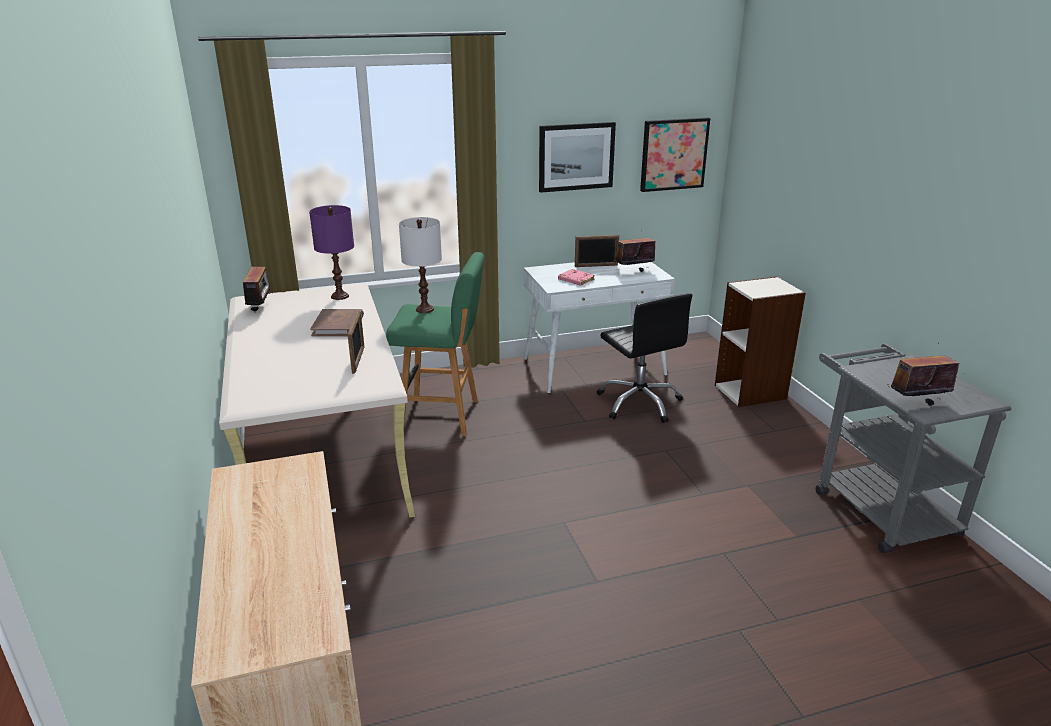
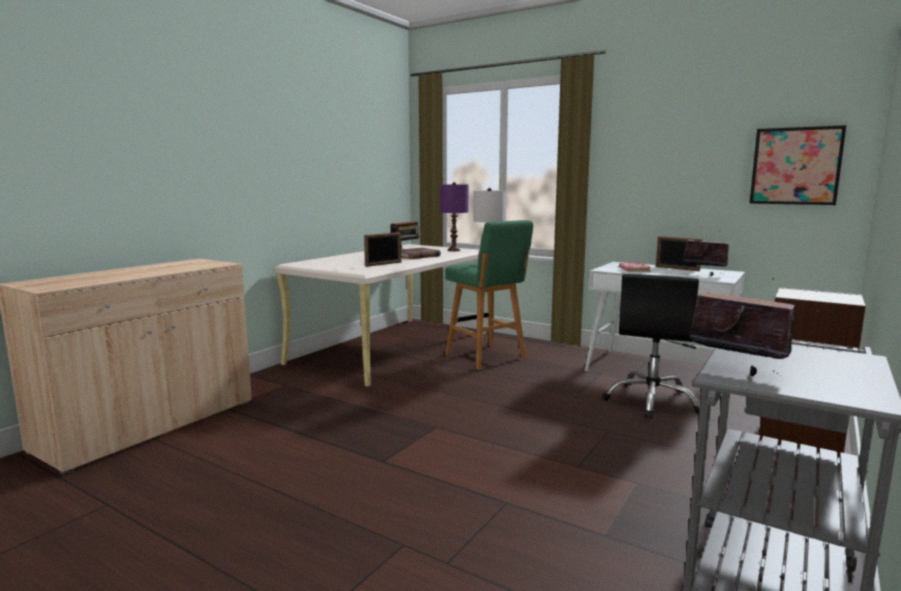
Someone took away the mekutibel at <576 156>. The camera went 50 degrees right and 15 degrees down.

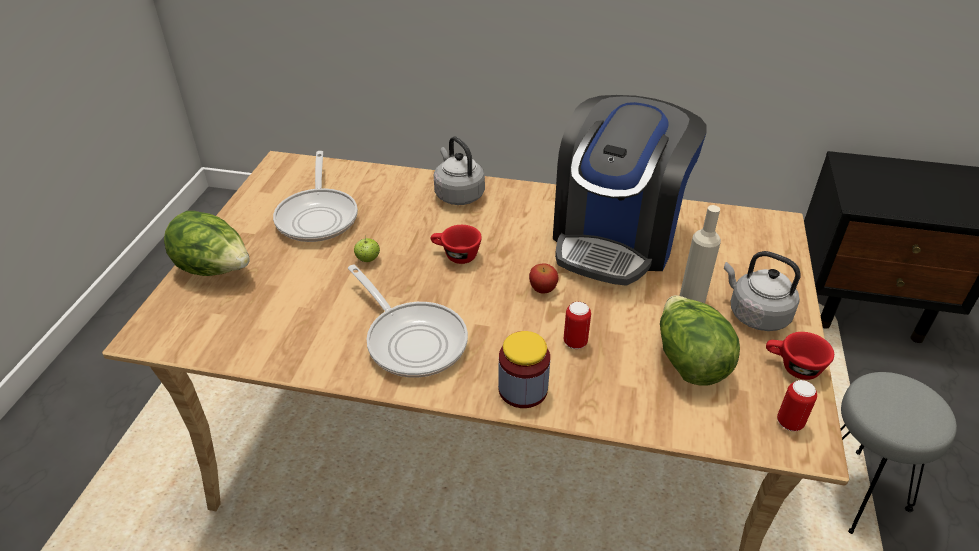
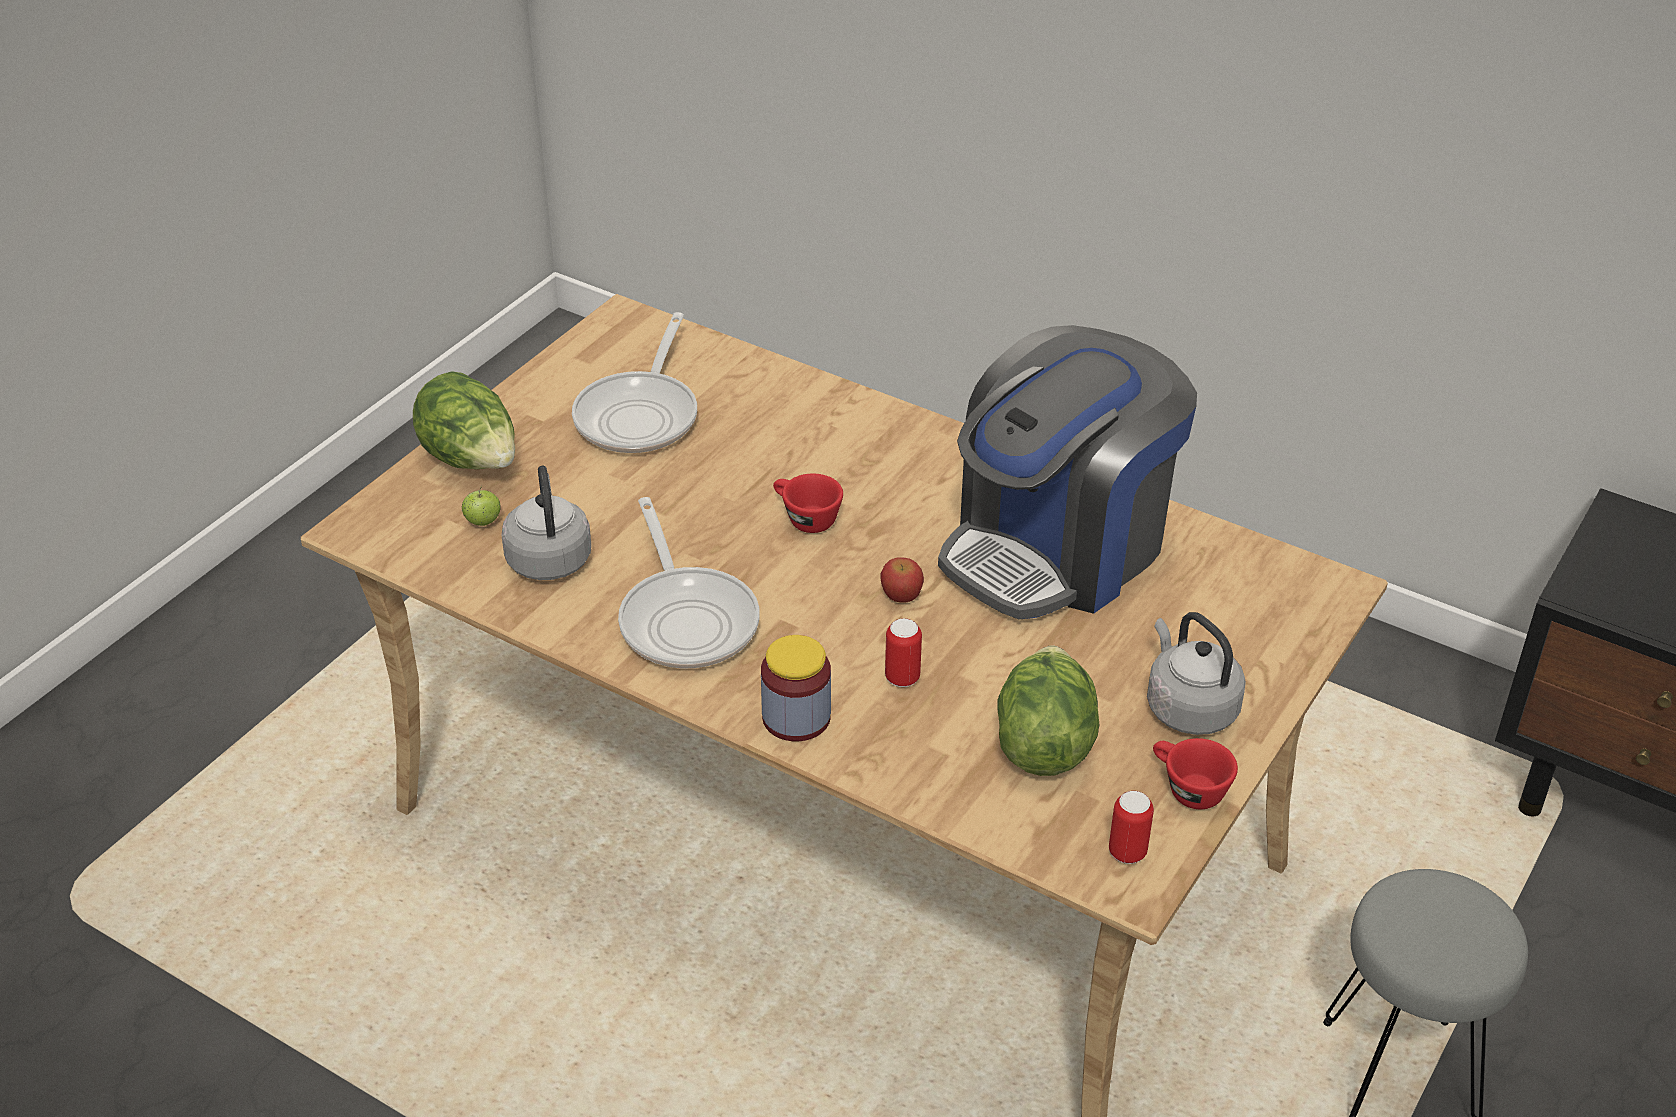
Someone took away the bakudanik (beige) at <692 299>. Someone carried the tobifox from <368 260> to <483 522>. Someone carried the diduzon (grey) from <458 194> to <549 557>. The camera went 20 degrees right and 0 degrees up.

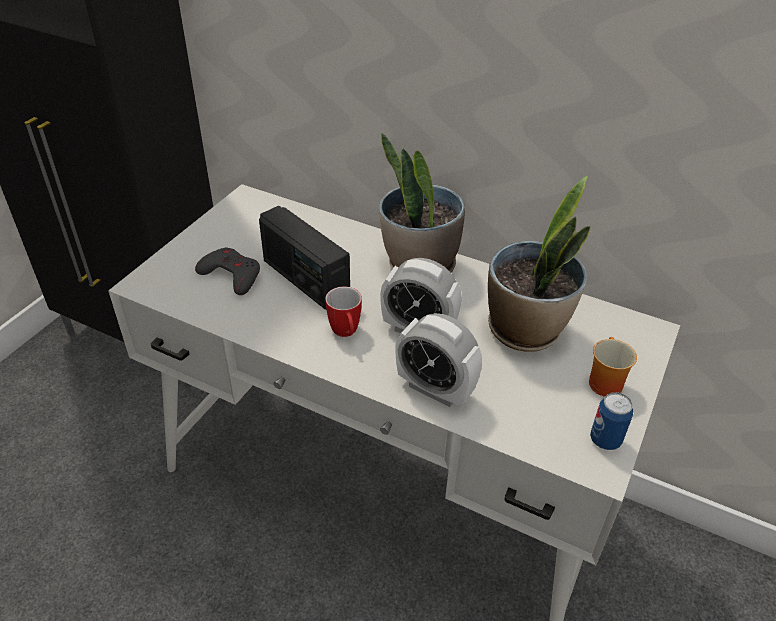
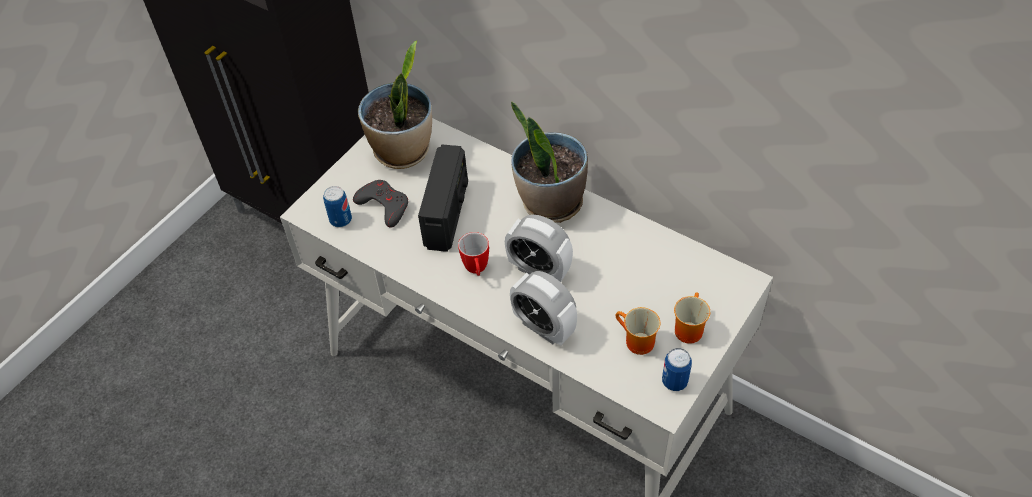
Someone put down the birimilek at <341 220>. Someone put down the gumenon at <635 342>. Someone carried the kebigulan from <525 330> to <403 151>. Someone rotated the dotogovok at <305 280> by 135 degrees counterclockwise. The camera went 10 degrees right and 10 degrees up.

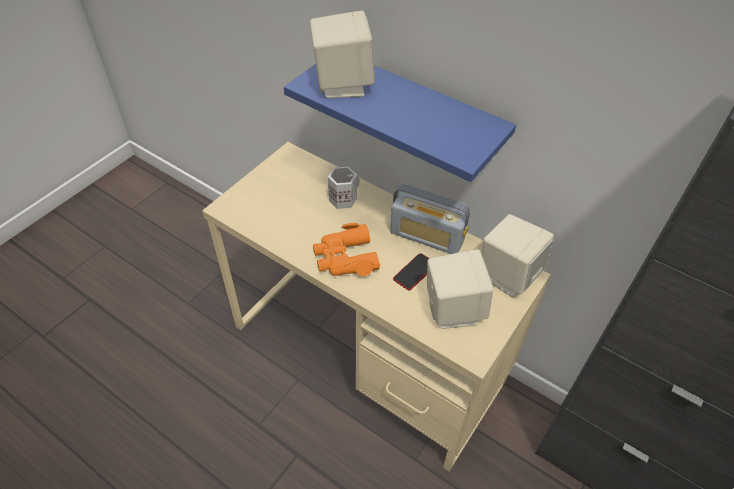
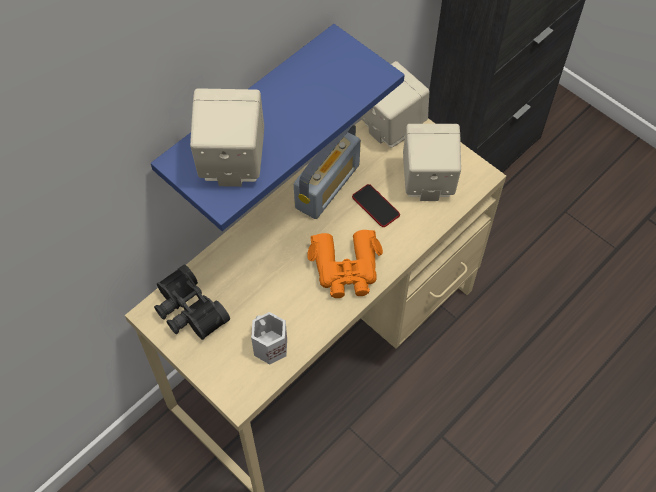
Someone put down the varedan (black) at <187 311>. Someone carried the gumenon (white) from <343 198> to <268 346>. The camera went 80 degrees left and 10 degrees up.

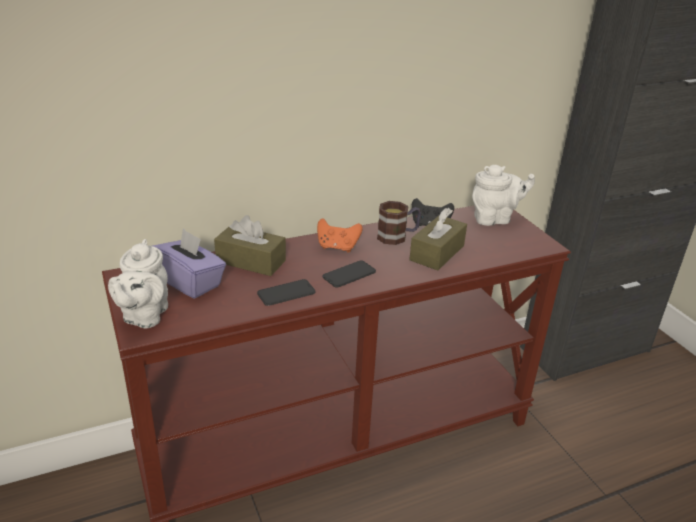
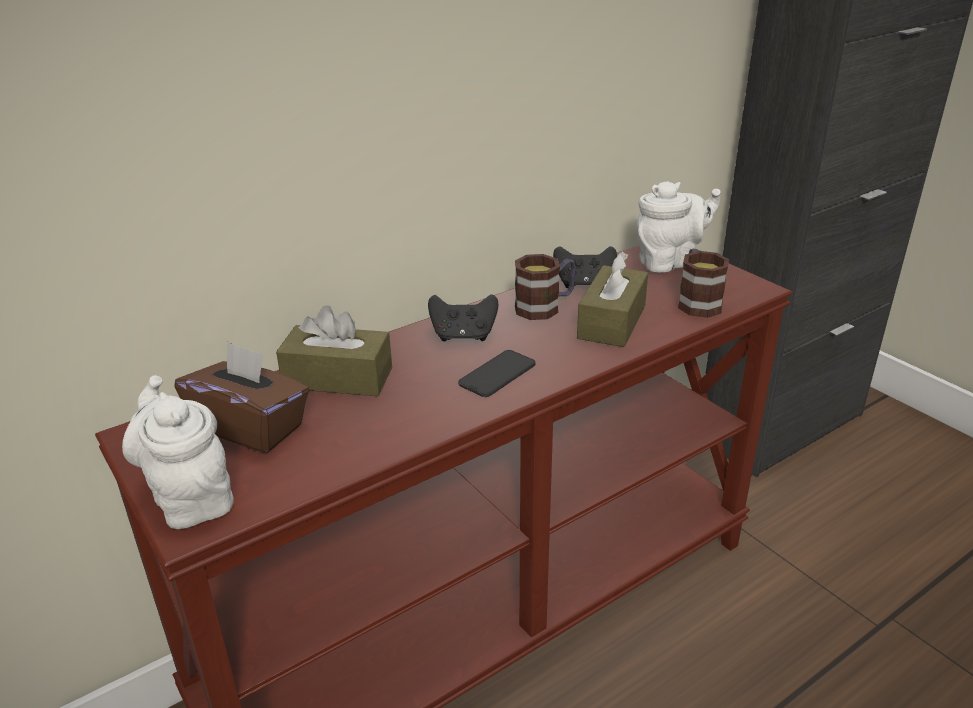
Someone took away the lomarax at <286 293>. Someone put down the gumenon at <696 301>. Someone repainted the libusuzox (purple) at <190 282>, which became the libusuzox (brown) at <251 427>. Someone repainted the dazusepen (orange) at <337 247>, which became the dazusepen (black) at <463 336>. Someone rotated the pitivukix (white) at <144 316> by 150 degrees clockwise. The camera went 10 degrees left and 0 degrees up.

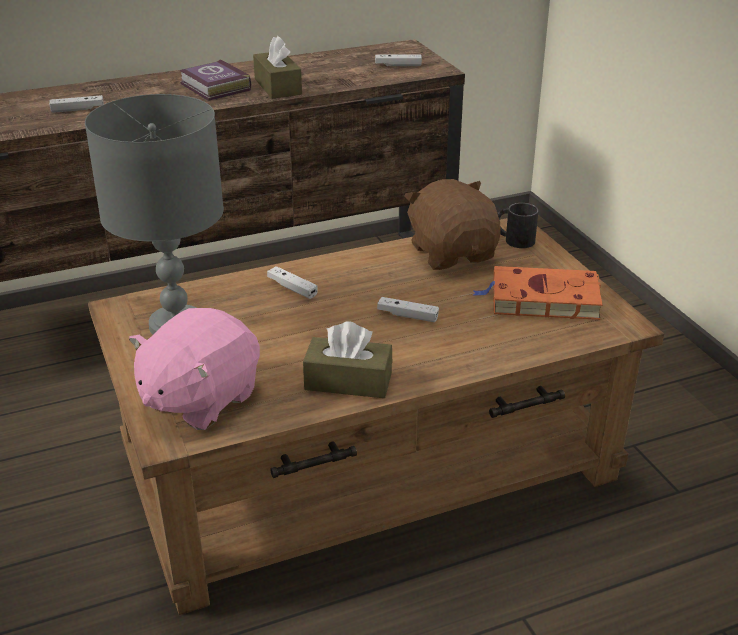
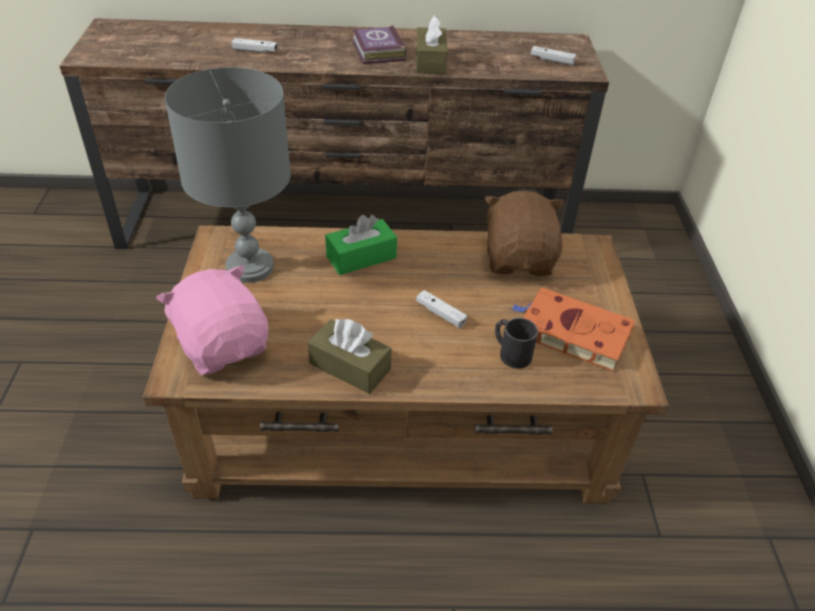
Someone carried the gumenon (black) from <514 239> to <510 352>. Someone swapped the dazusepen (white) at <292 288> for the libusuzox (green) at <361 257>. Someone rotated the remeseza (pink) at <199 399> by 90 degrees clockwise. The camera went 20 degrees right and 10 degrees up.

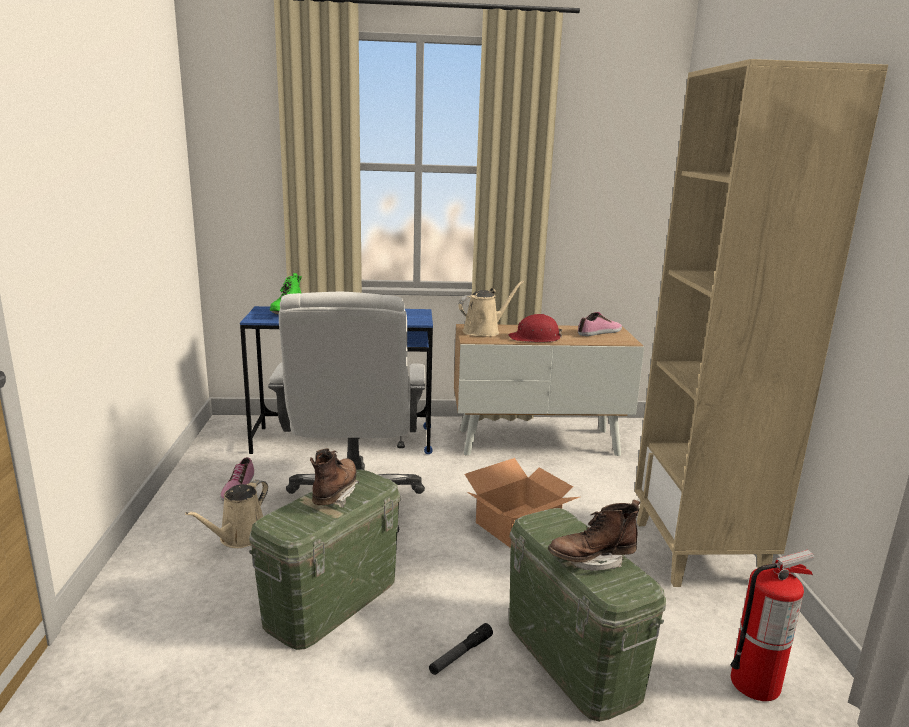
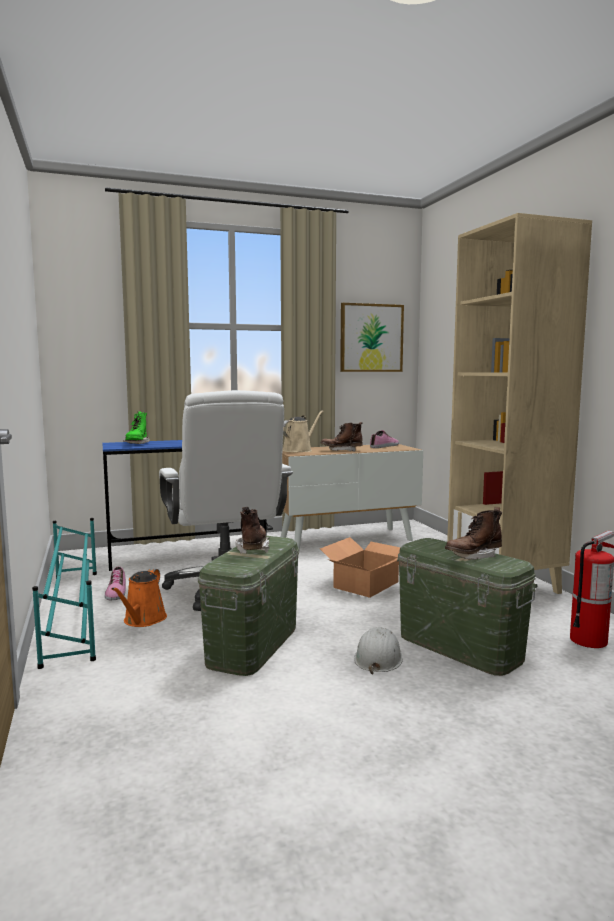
Someone put down the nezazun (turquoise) at <73 611>. Someone put up the mekutibel at <371 338>. Someone swapped the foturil at <461 654> for the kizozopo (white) at <378 658>. Someone swapped the kizozopo (red) at <535 338> for the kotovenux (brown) at <341 451>. Someone repainted the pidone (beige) at <240 538>, which became the pidone (orange) at <143 620>. The camera went 15 degrees left and 10 degrees down.

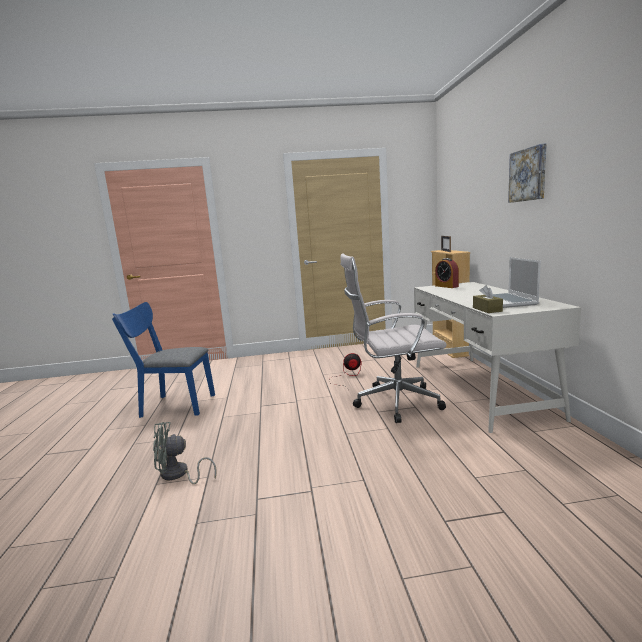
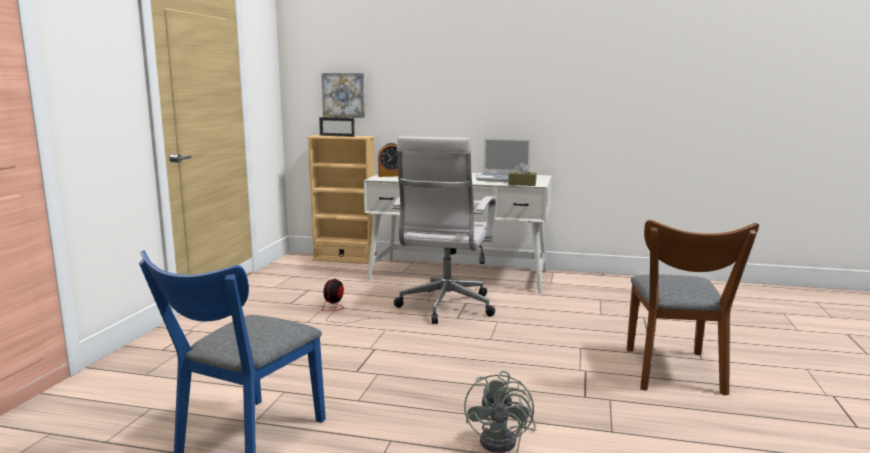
Someone put down the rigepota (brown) at <675 374>. Someone carried the mekutibel from <528 175> to <344 95>. The camera went 70 degrees left and 0 degrees up.

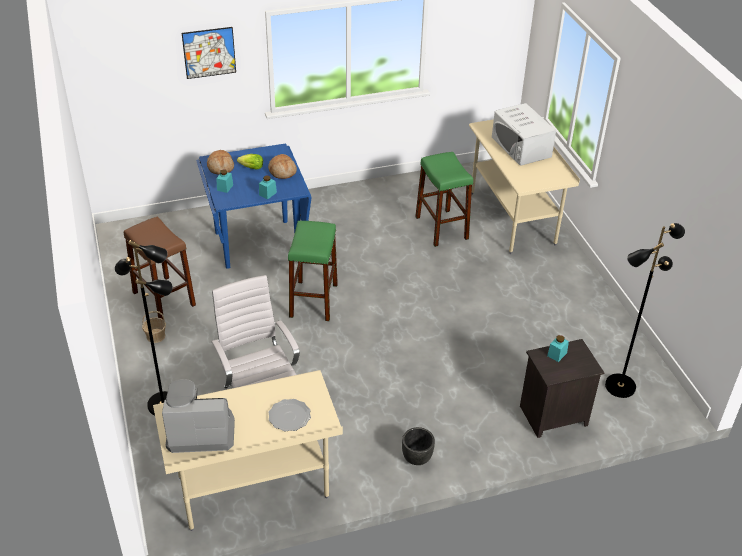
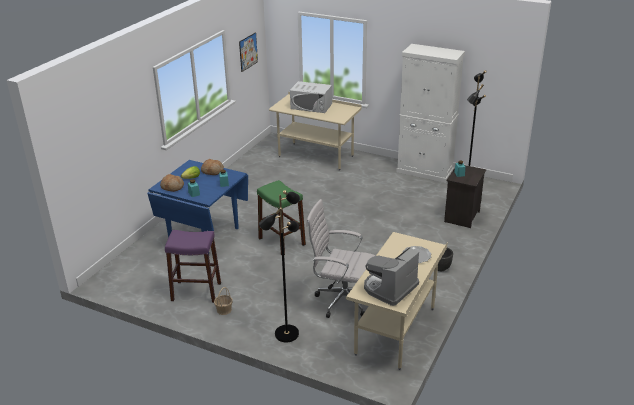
Someone took away the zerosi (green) at <441 228>. Someone put down the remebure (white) at <425 171>. Someone carried the mekutibel from <209 52> to <248 52>. Someone repainted the zerosi (brown) at <164 298>, which became the zerosi (purple) at <196 291>. The camera went 45 degrees left and 10 degrees down.

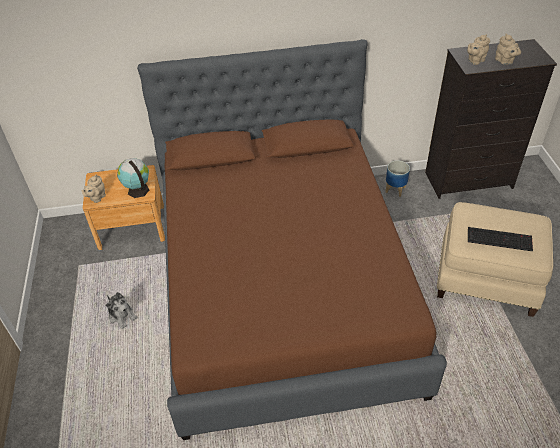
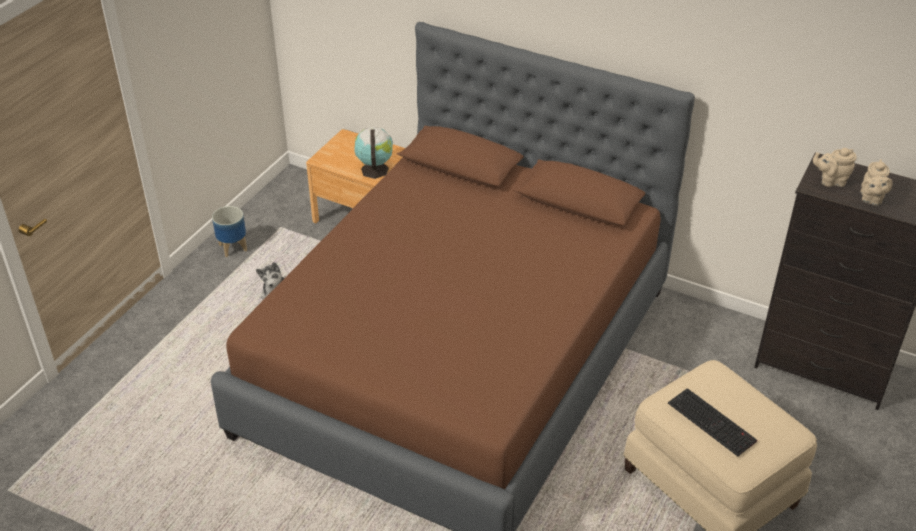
Someone took away the pitivukix (beige) at <97 198>. Someone carried the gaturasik from <395 189> to <233 247>. The camera went 35 degrees right and 5 degrees down.

